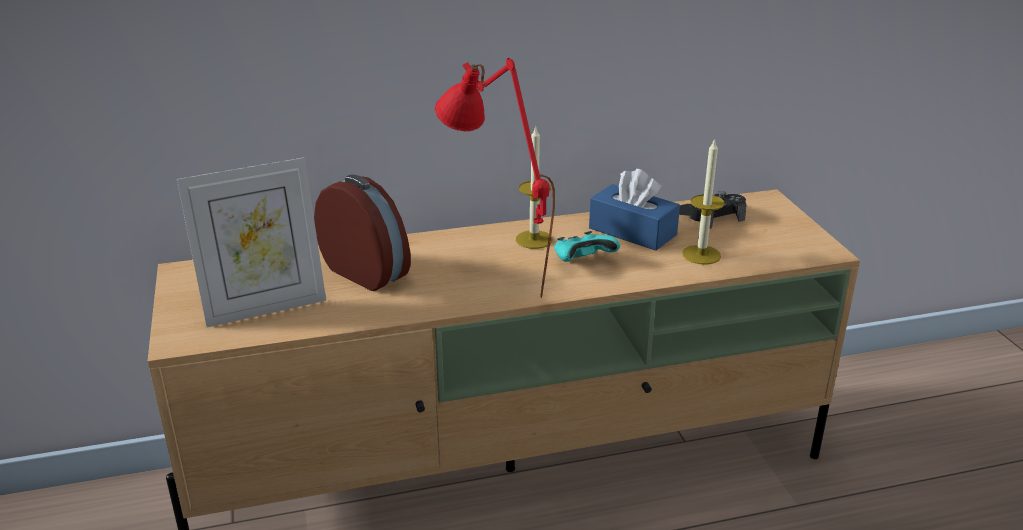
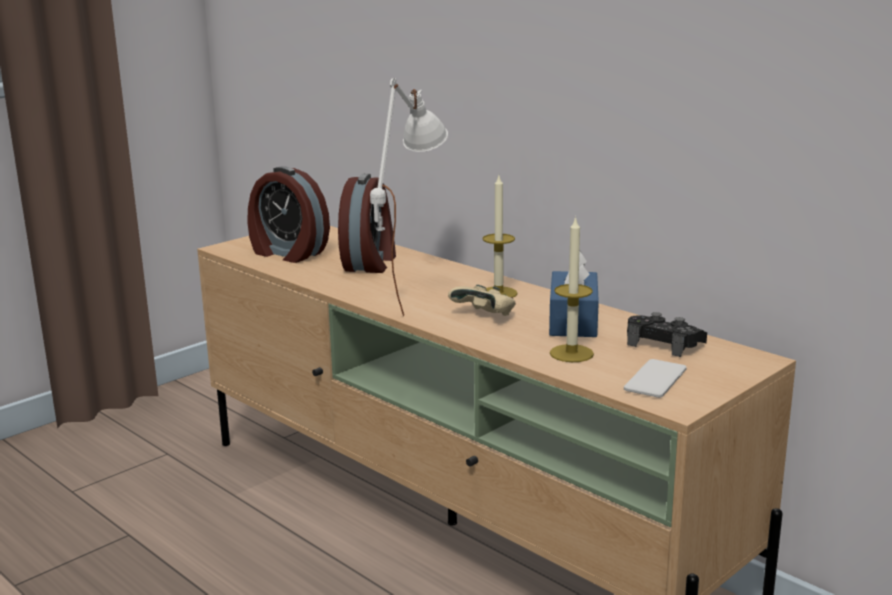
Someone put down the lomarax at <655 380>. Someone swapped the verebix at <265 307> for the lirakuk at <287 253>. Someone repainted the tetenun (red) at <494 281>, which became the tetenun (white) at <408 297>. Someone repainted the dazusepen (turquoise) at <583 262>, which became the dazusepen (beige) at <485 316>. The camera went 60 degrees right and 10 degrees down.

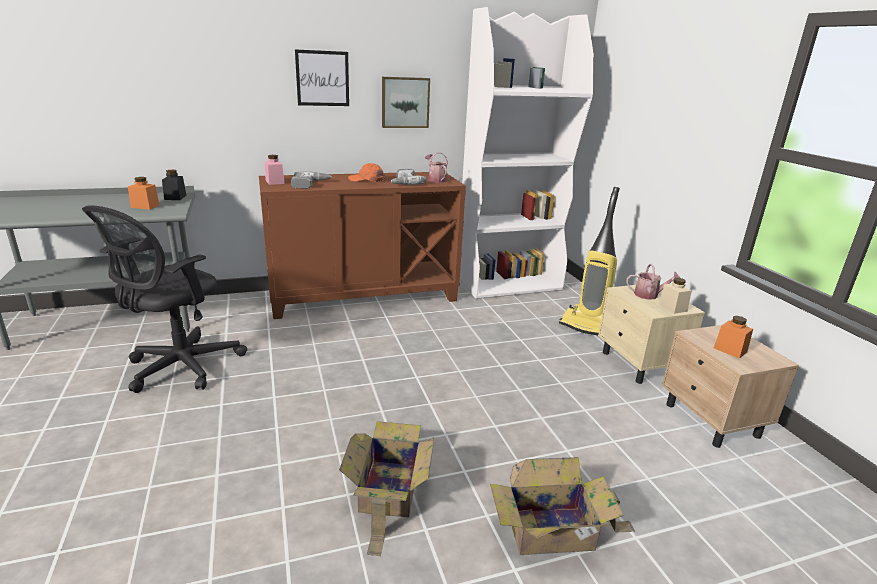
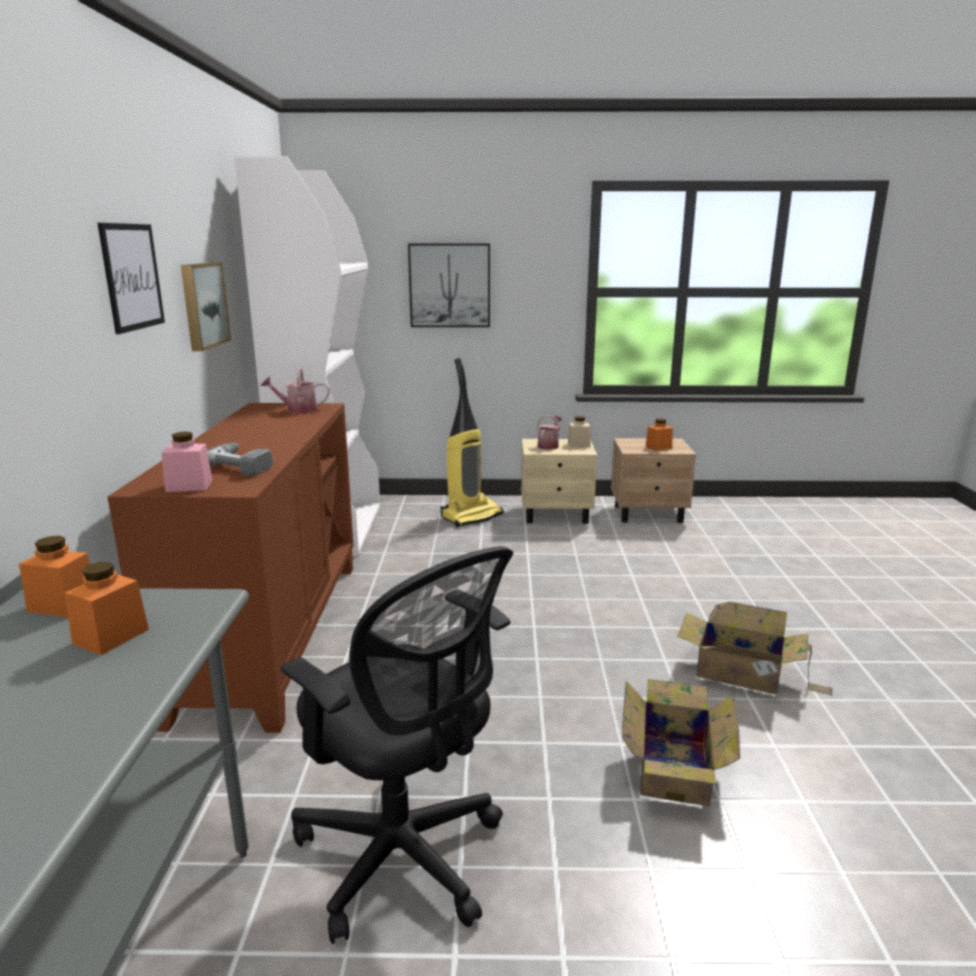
Someone took away the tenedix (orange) at <367 179>. Someone took away the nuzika at <404 182>. Someone put up the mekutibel at <450 285>. Someone carried the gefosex from <554 531> to <675 765>. Someone repainted the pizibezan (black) at <175 197>, which became the pizibezan (orange) at <63 605>. The camera went 70 degrees left and 5 degrees down.

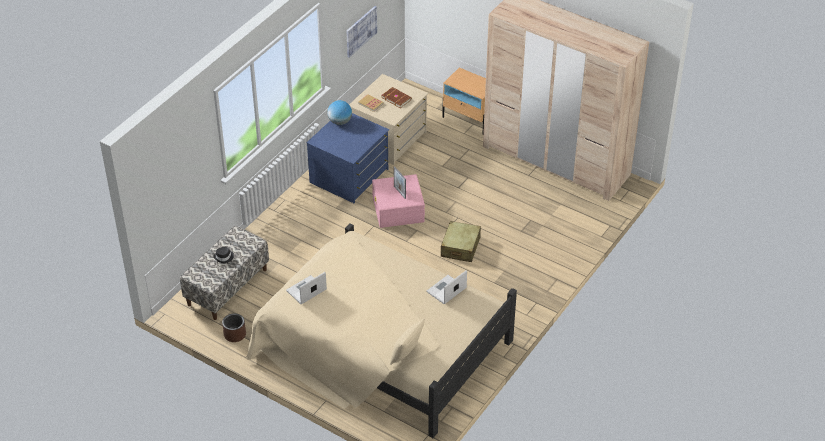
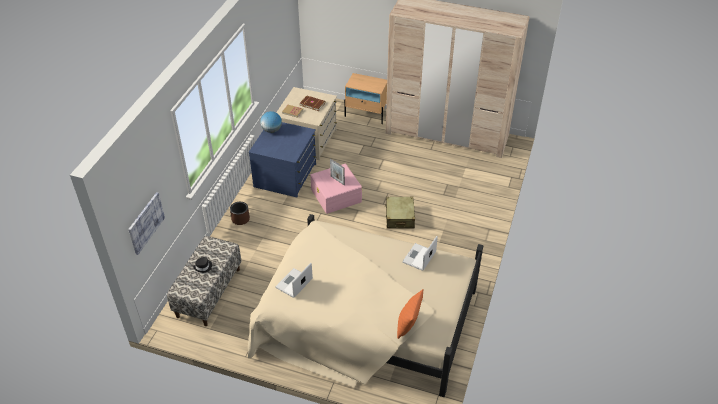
Someone carried the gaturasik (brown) from <234 334> to <240 219>. Someone carried the mekutibel from <361 31> to <146 223>. Someone repainted the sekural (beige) at <406 354>, which became the sekural (orange) at <408 325>. The camera went 15 degrees left and 0 degrees up.

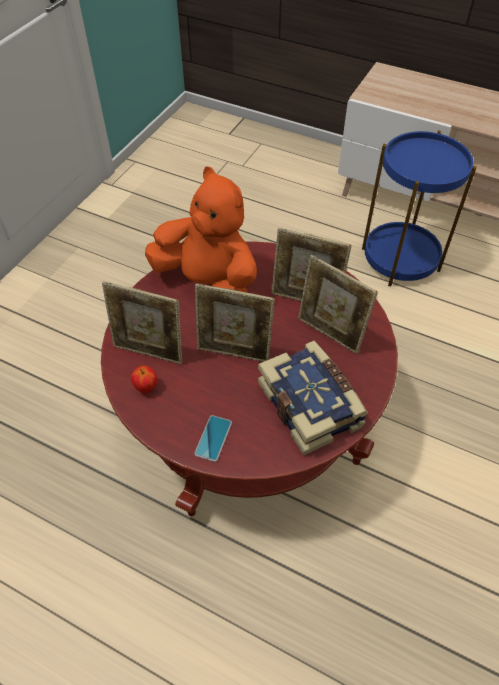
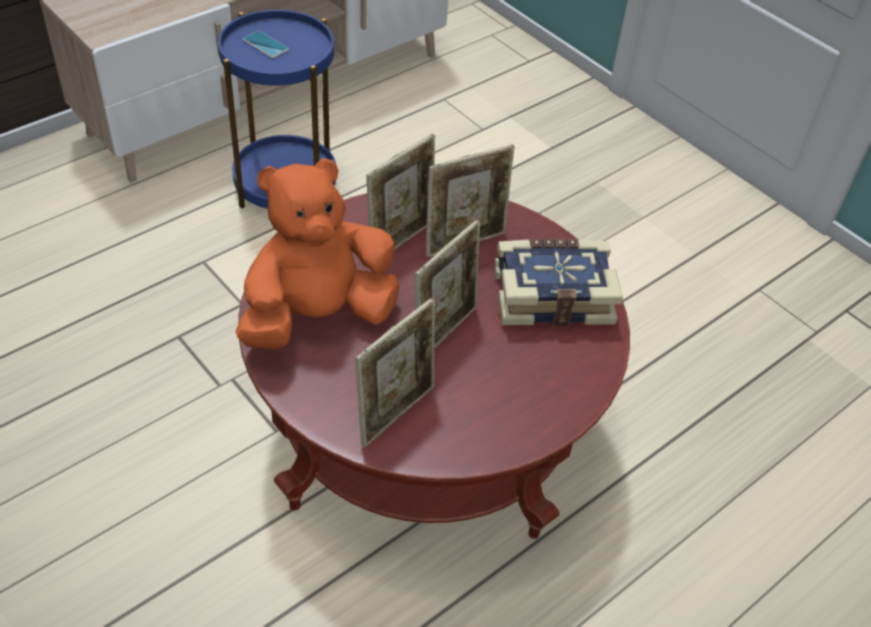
Someone took away the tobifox at <146 387>. Someone carried the lomarax from <213 438> to <265 45>. The camera went 70 degrees left and 5 degrees down.

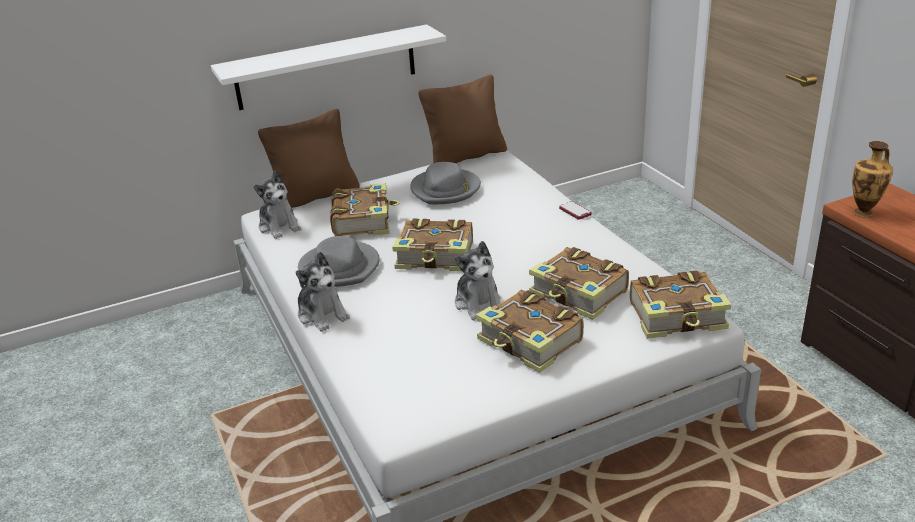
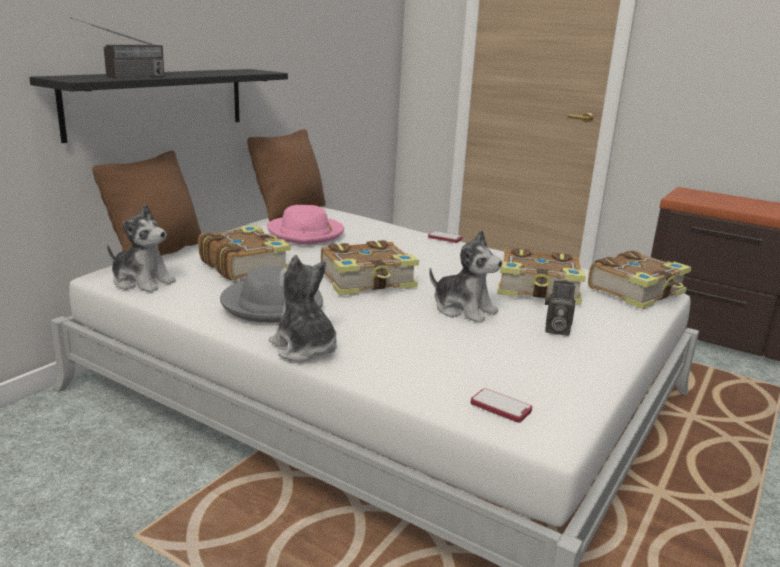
Someone took away the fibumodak at <864 213>. Someone put down the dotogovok at <123 77>. Someone put down the lomarax at <500 407>. Someone swapped the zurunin at <530 342> for the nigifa at <555 330>. Someone repainted the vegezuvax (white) at <326 67>, which became the vegezuvax (black) at <158 102>. Someone repainted the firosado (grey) at <446 189>, which became the firosado (pink) at <306 233>. Someone rotated the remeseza at <322 314> by 150 degrees counterclockwise. The camera went 35 degrees left and 10 degrees down.

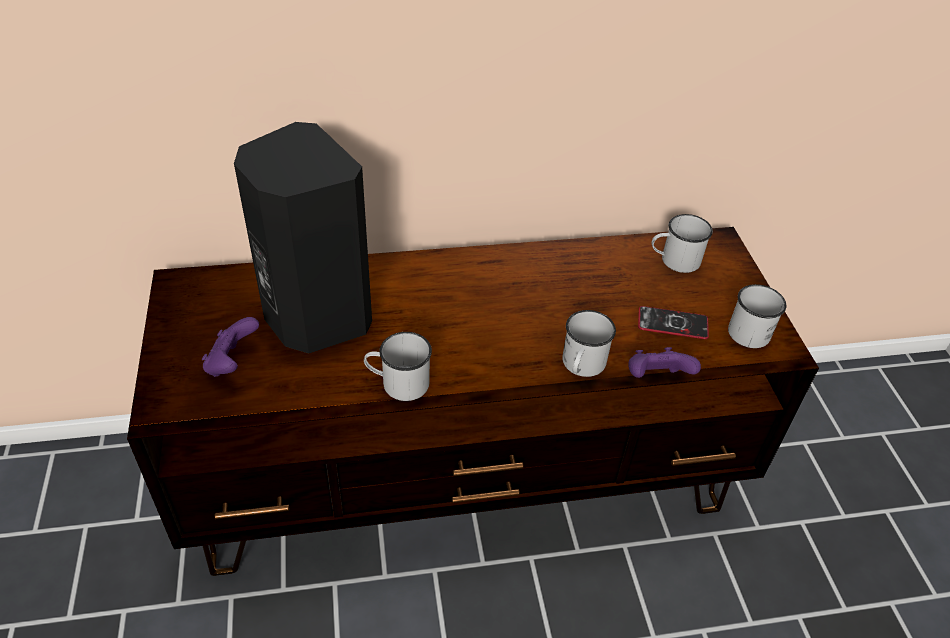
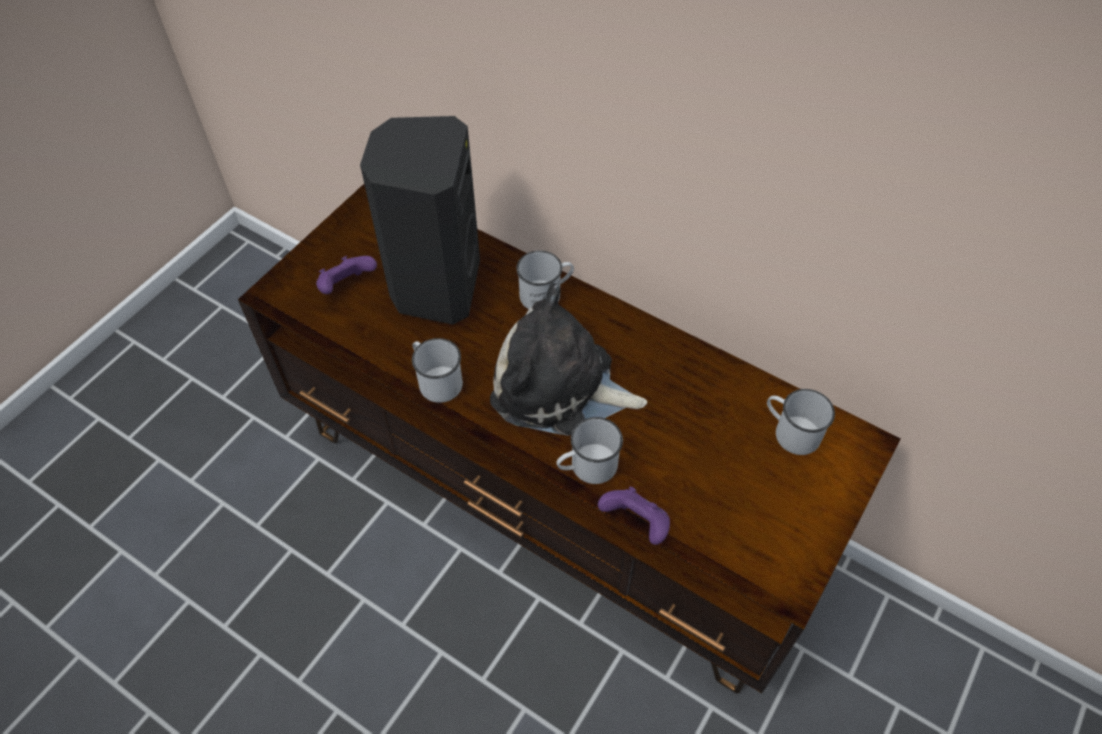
Someone took away the lomarax at <672 324>. Someone put down the remeseza at <560 387>. Someone carried the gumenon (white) from <750 328> to <546 294>. The camera went 45 degrees right and 10 degrees up.

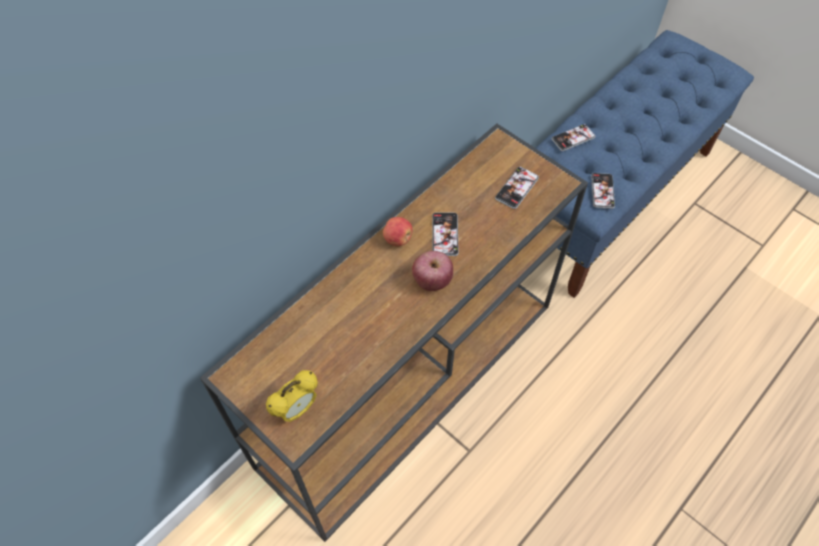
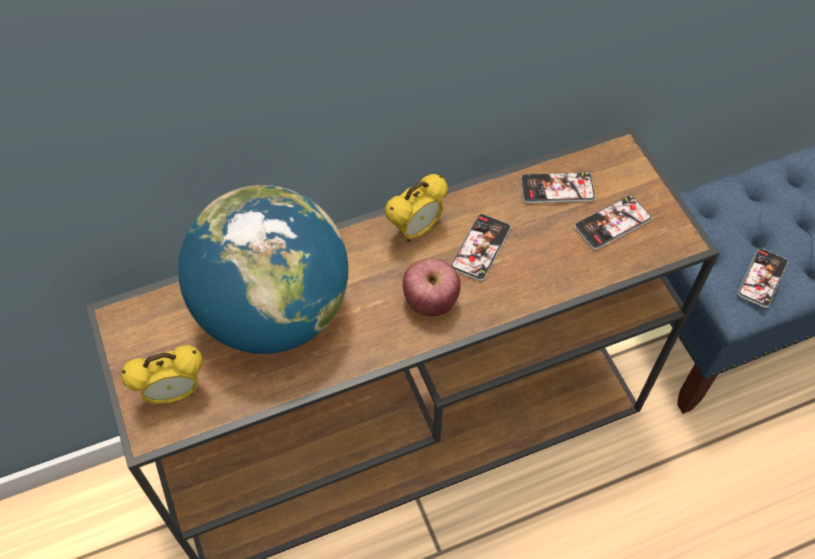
Someone put down the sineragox at <274 312>. Someone carried the lomarax from <573 138> to <557 189>. Someone swapped the tobifox at <398 239> for the lirakuk at <416 230>. The camera went 25 degrees right and 0 degrees up.

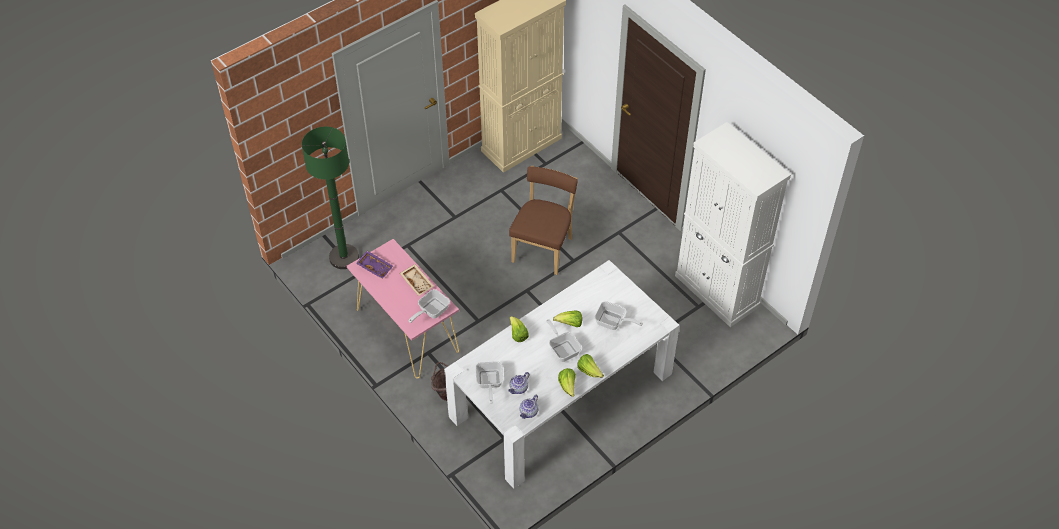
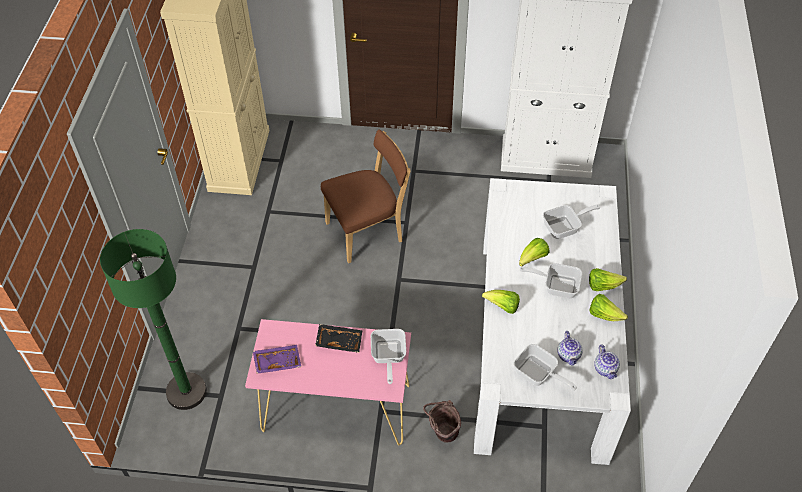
Someone repainted the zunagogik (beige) at <417 282>, which became the zunagogik (black) at <339 341>. Someone rotated the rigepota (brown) at <544 248> by 90 degrees clockwise. The camera went 45 degrees left and 0 degrees up.

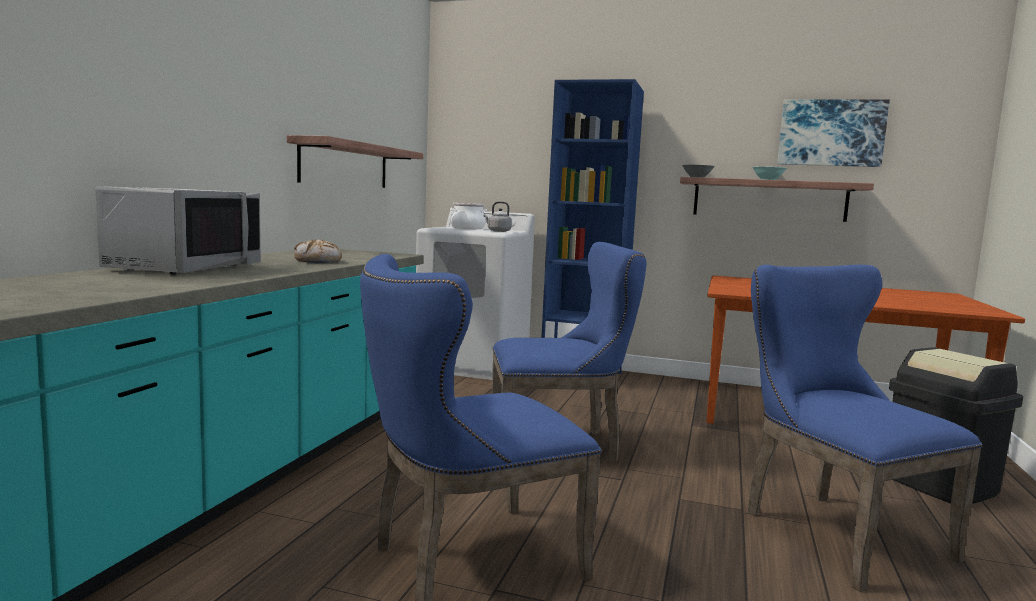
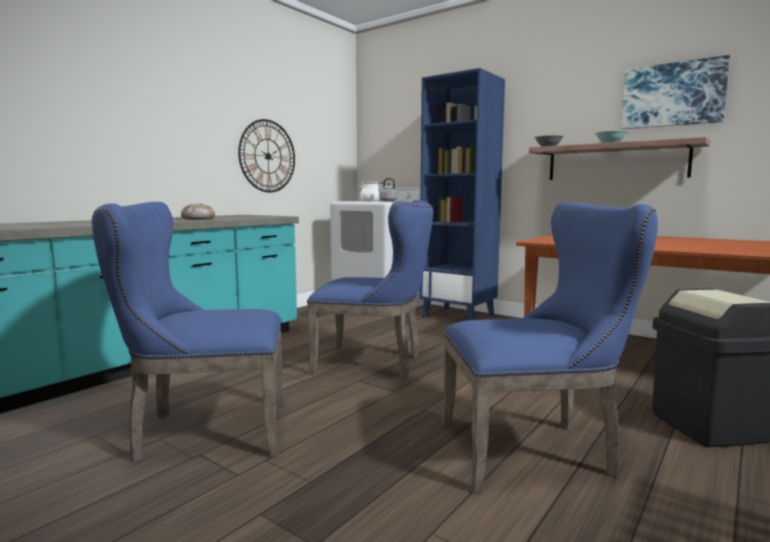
Someone took away the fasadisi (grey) at <184 268>. Someone swapped the vegezuvax at <345 165> for the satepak at <268 156>. Someone rotated the rigepota (blue) at <831 530> by 90 degrees clockwise. The camera went 20 degrees right and 0 degrees up.

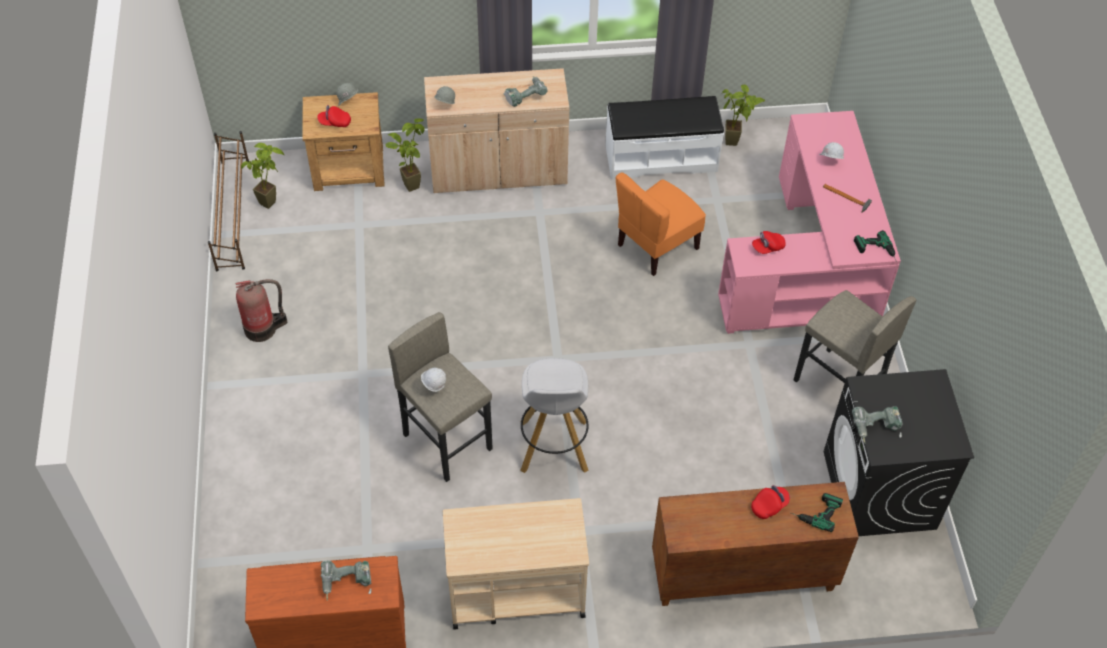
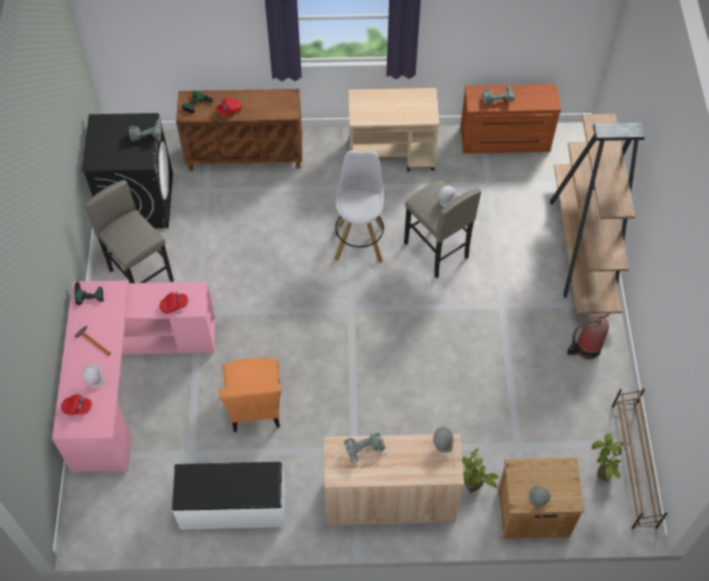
Someone took away the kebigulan at <737 143>. Someone put down the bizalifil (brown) at <582 249>. Someone carried the tenedix (red) from <335 122> to <77 408>. Someone rotated the rigepota (orange) at <656 246> by 120 degrees clockwise. The camera went 175 degrees left and 5 degrees up.

